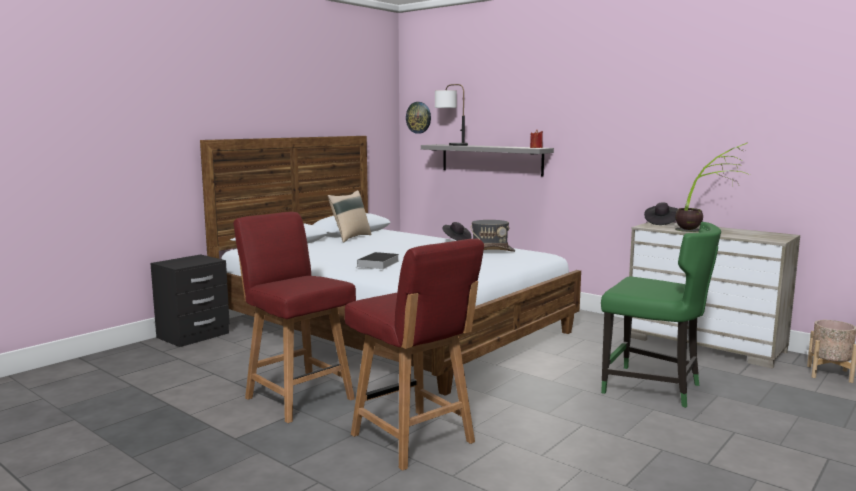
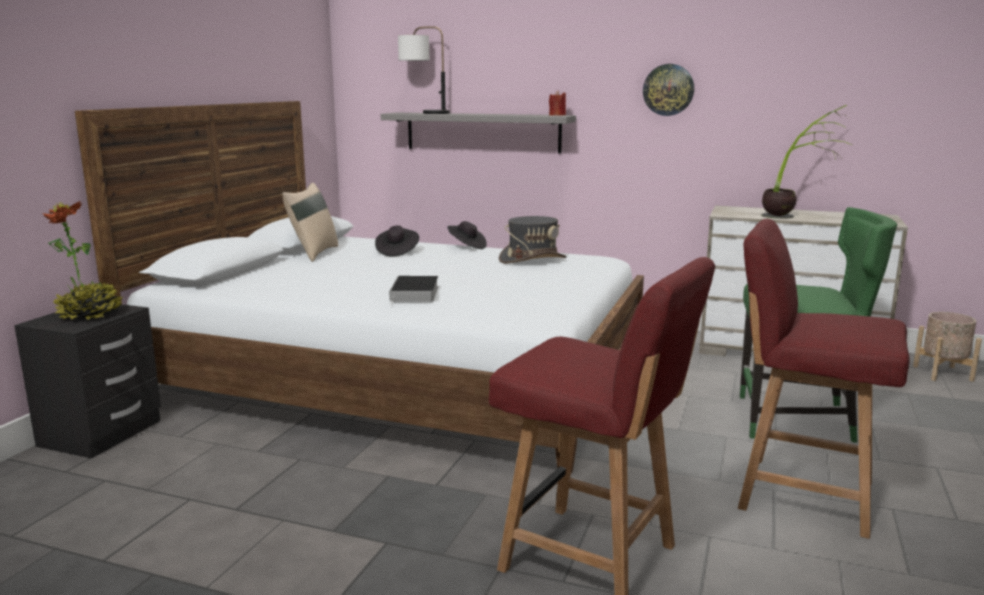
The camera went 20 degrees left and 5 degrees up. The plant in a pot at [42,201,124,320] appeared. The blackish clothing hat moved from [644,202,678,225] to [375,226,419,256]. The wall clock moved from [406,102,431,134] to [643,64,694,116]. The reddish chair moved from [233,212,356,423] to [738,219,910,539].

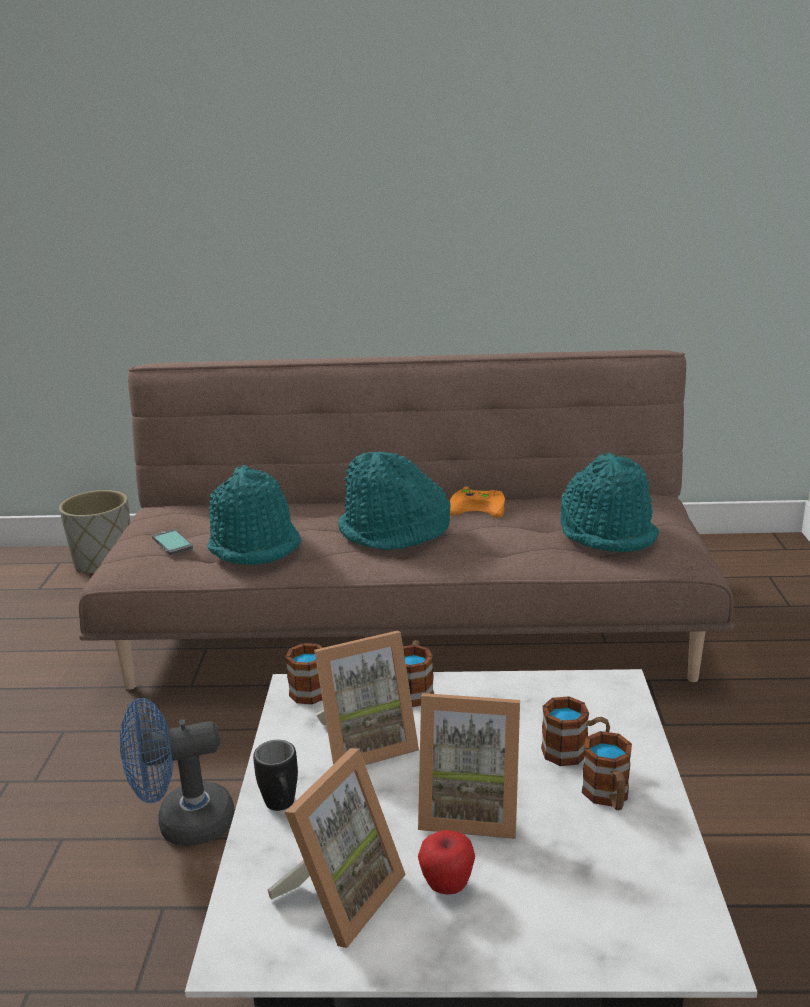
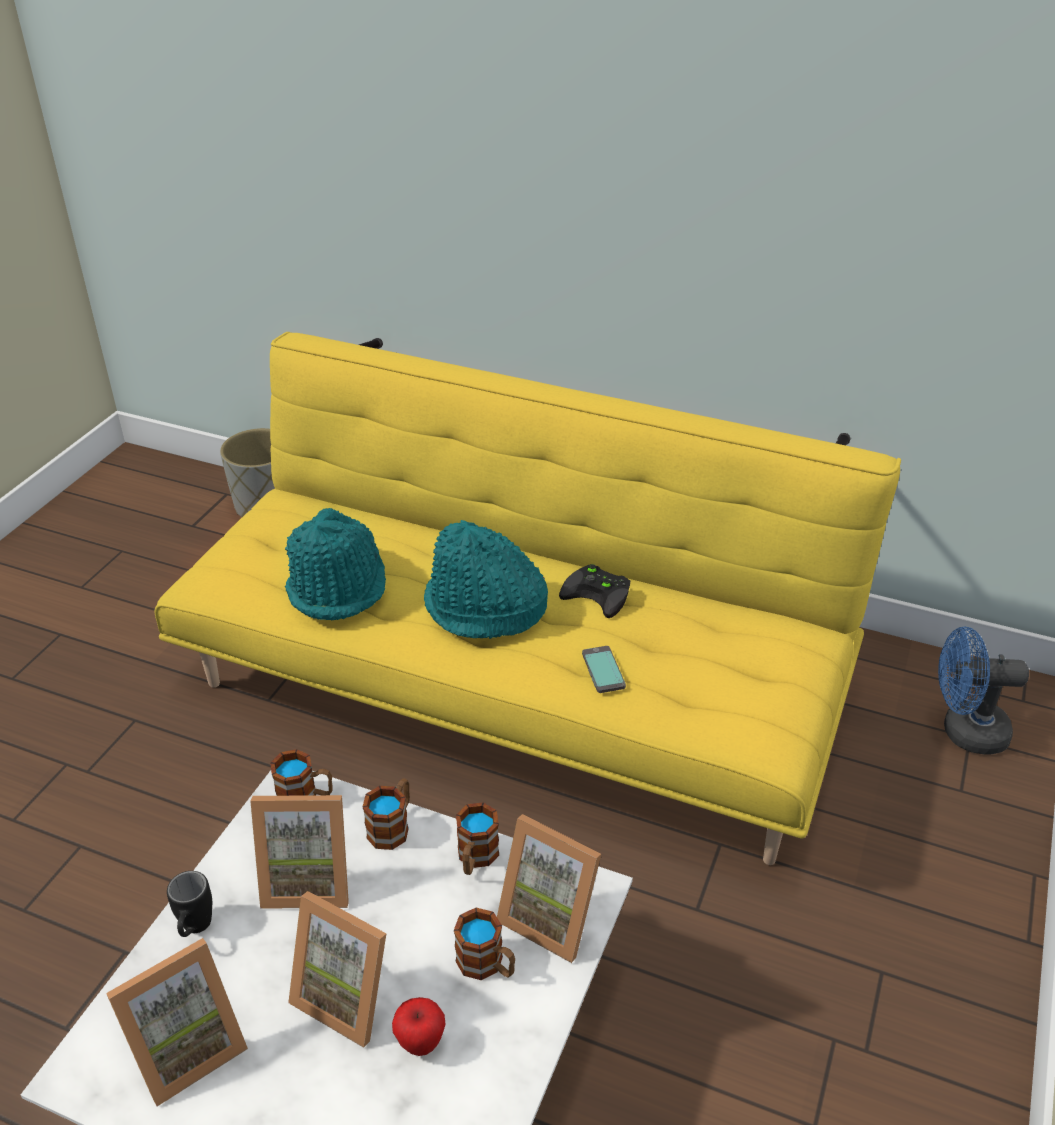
The camera went 20 degrees right and 15 degrees up. The brownish sofa at [79,350,734,690] became the yellow-coloured sofa at [154,332,901,865]. The apple fruit moved from [418,830,475,895] to [392,997,446,1056]. The tea mug moved from [582,731,632,810] to [456,802,499,875]. The standing frame at [497,814,601,963] appeared. The orange gamepad at [450,487,505,518] became the blackish gamepad at [559,564,630,618]. The telephone moved from [152,529,193,555] to [582,646,626,693]. The blue-coloured cooling fan moved from [120,698,235,846] to [938,627,1029,754]. The turquoise-coloured clothing hat at [560,452,659,552] disappeared.

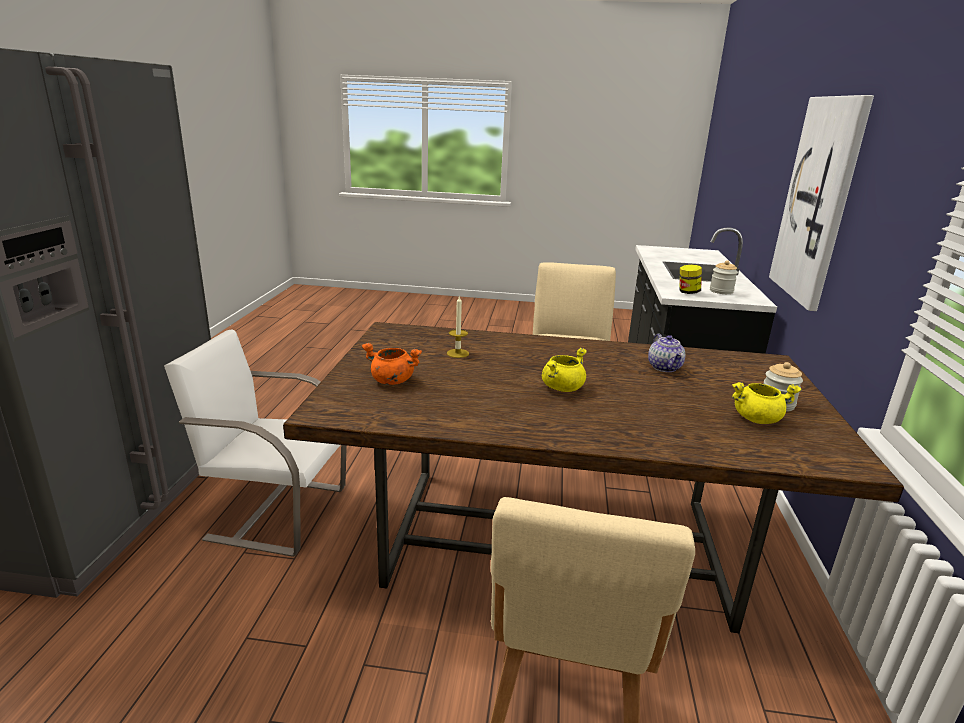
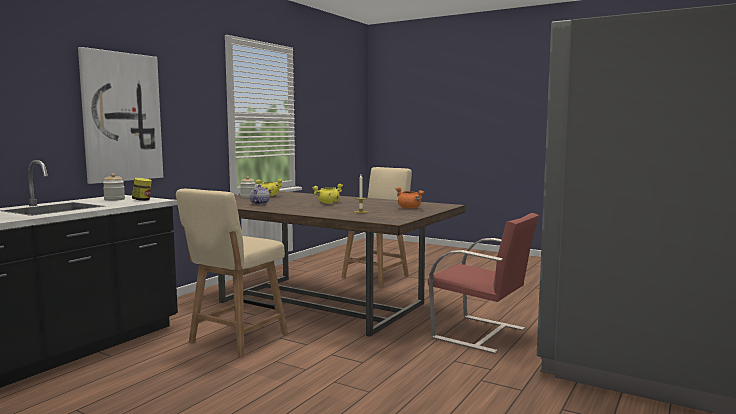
The camera went 155 degrees left and 15 degrees down. The whitish chair at [164,329,347,557] became the reddish chair at [428,213,539,354].

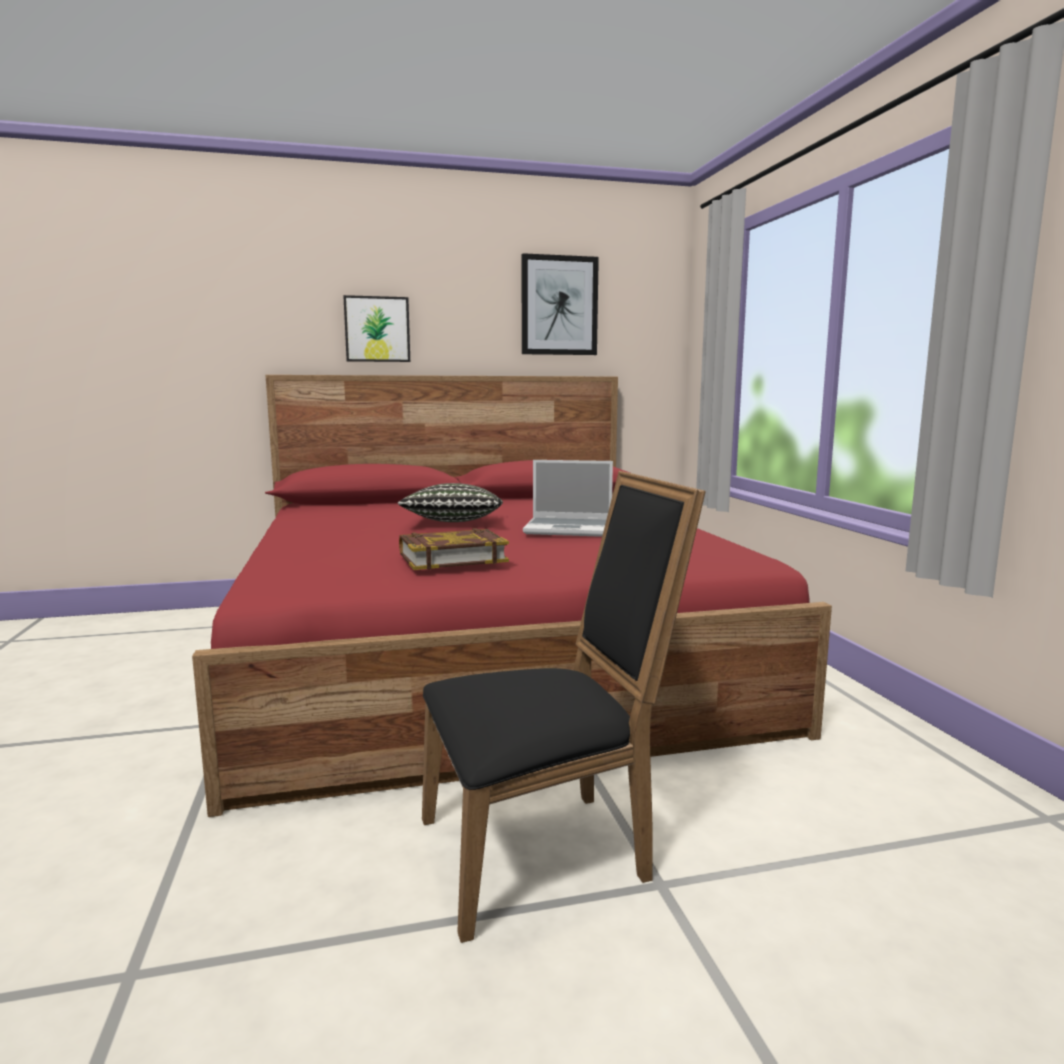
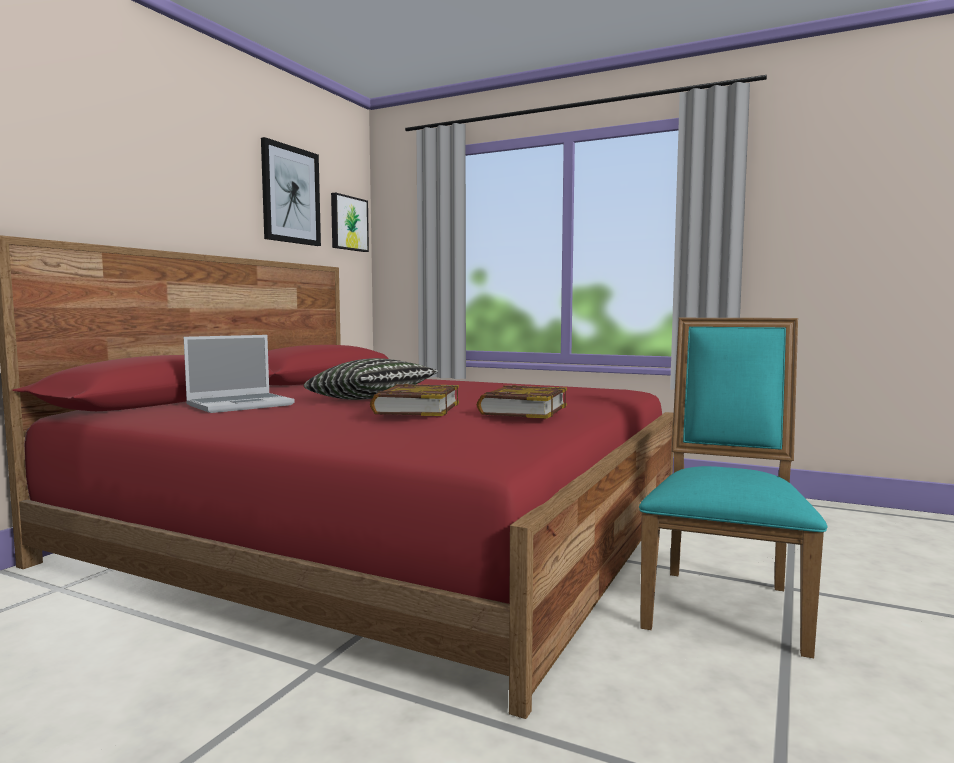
The camera went 50 degrees left and 5 degrees down. The laptop moved from [523,460,613,537] to [184,335,295,413]. The picture moved from [343,295,410,362] to [331,192,369,252]. The bound book at [370,384,459,416] appeared. The blackish chair at [422,471,706,943] became the turquoise-coloured chair at [639,318,828,658].

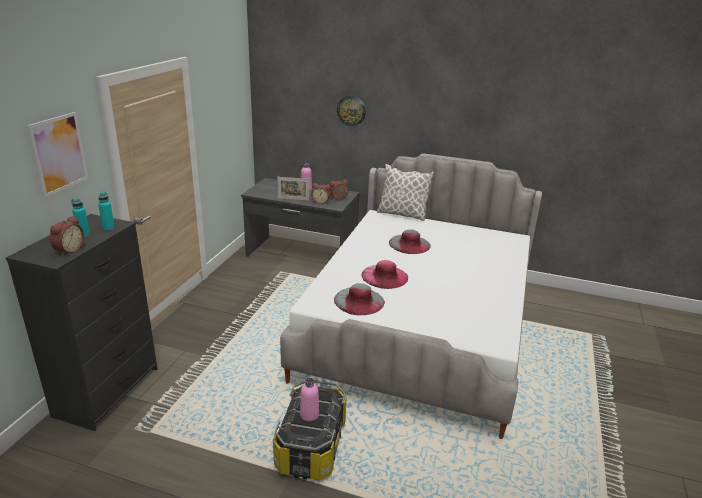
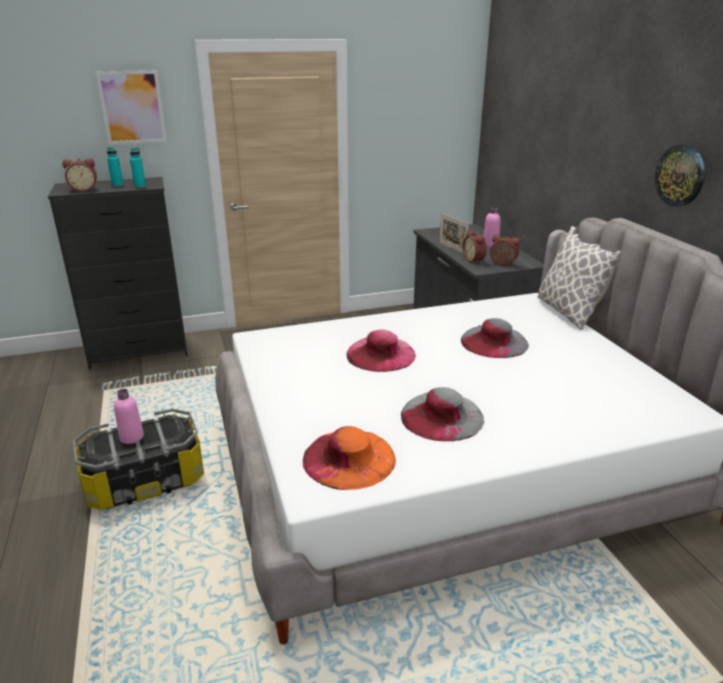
The camera went 55 degrees right and 0 degrees up. The orange clothing hat at [303,426,396,490] appeared. The gray clothing hat moved from [334,283,385,315] to [401,387,485,441]. The wall clock moved from [337,95,366,126] to [655,145,705,206].

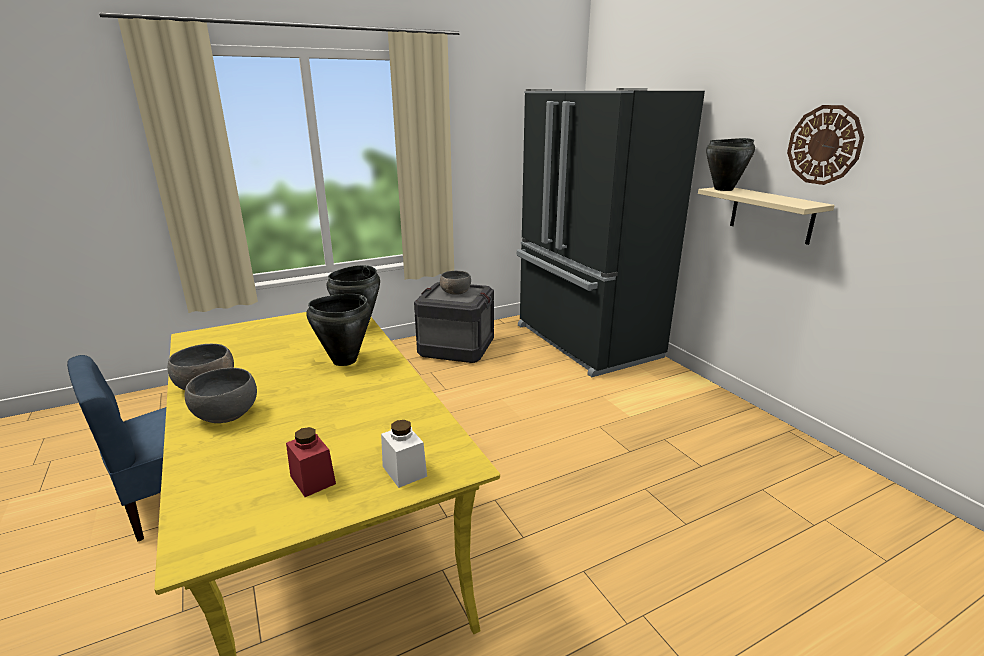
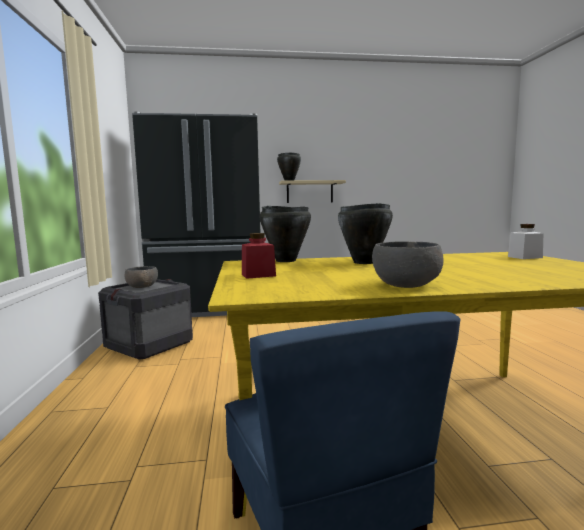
The camera went 70 degrees left and 15 degrees down. The reddish jar moved from [286,427,336,497] to [242,233,276,279]. The gray deep dish at [184,368,257,423] disappeared. The wall clock at [787,105,864,185] disappeared.

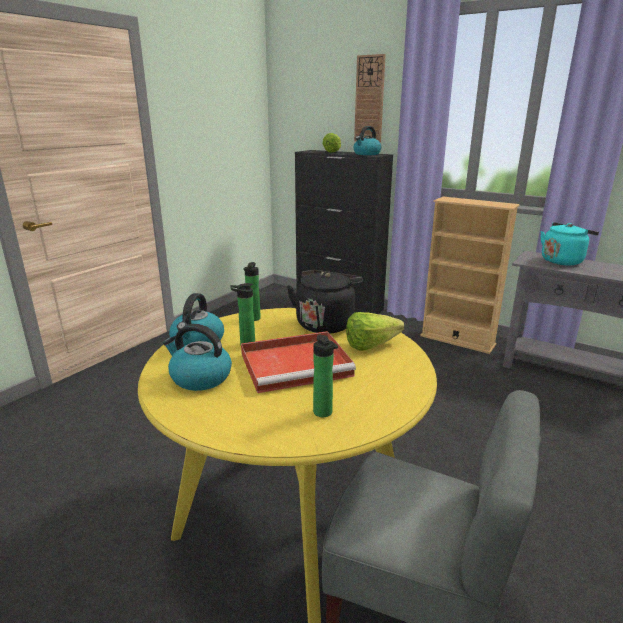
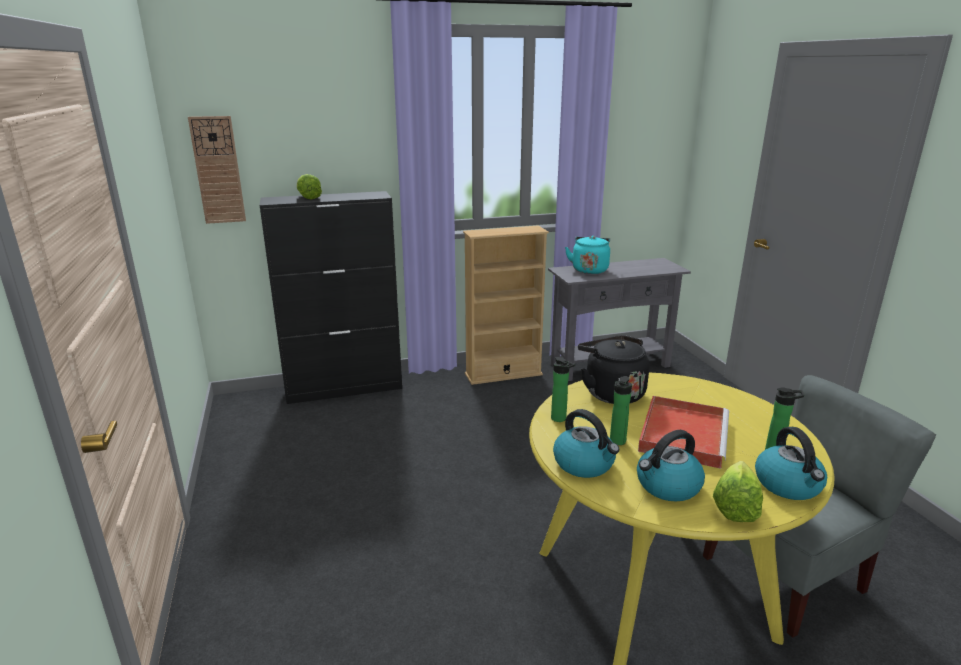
The camera went 50 degrees left and 0 degrees up. The wall clock moved from [354,54,386,142] to [188,116,246,224]. The head of lettuce moved from [346,312,404,351] to [713,461,763,522]. The kettle moved from [353,126,381,155] to [755,427,827,500].

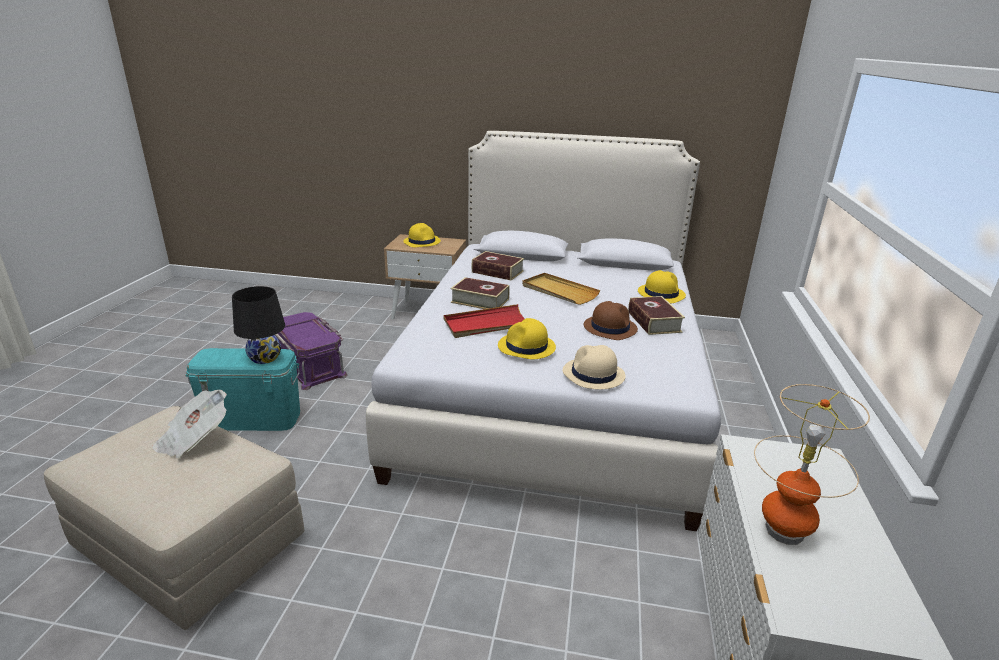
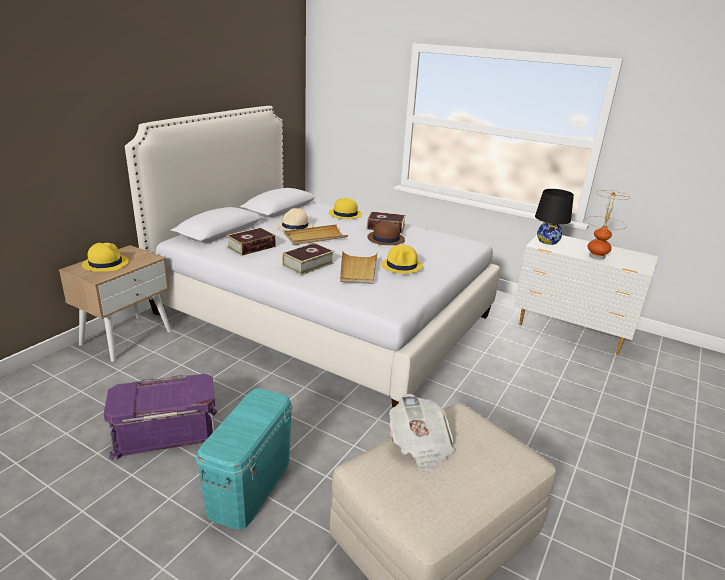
The camera went 70 degrees left and 0 degrees up. The beige clothing hat moved from [563,345,625,390] to [277,208,313,231]. The reddish carrying tray at [444,304,524,338] became the beige carrying tray at [340,251,377,284]. The blackish table lamp moved from [232,286,285,364] to [535,189,574,245].

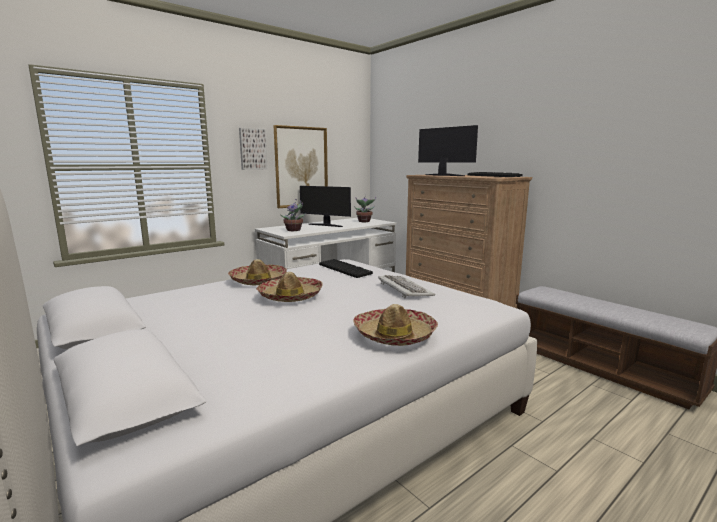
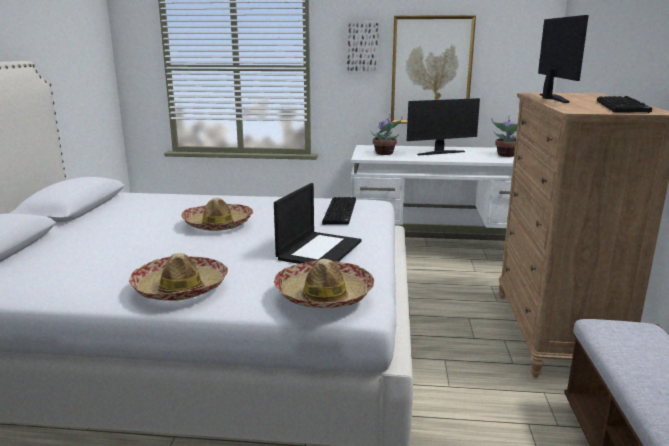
The camera went 45 degrees right and 5 degrees up. The computer keyboard at [378,275,435,298] was replaced by the laptop at [274,183,361,264]. The clothing hat moved from [228,259,287,285] to [274,259,374,308]. The computer screen at [300,186,351,227] turned 90 degrees counterclockwise.

